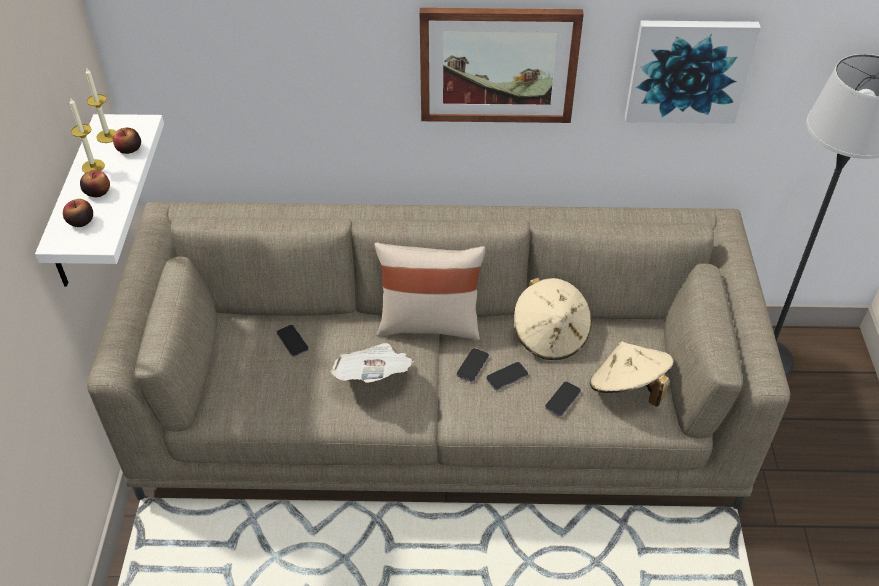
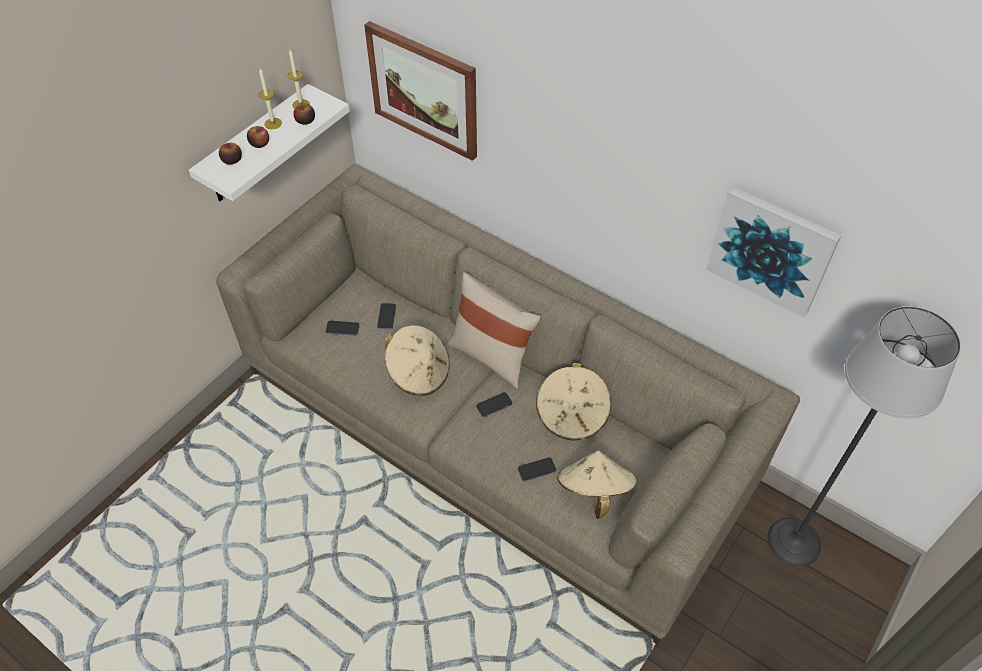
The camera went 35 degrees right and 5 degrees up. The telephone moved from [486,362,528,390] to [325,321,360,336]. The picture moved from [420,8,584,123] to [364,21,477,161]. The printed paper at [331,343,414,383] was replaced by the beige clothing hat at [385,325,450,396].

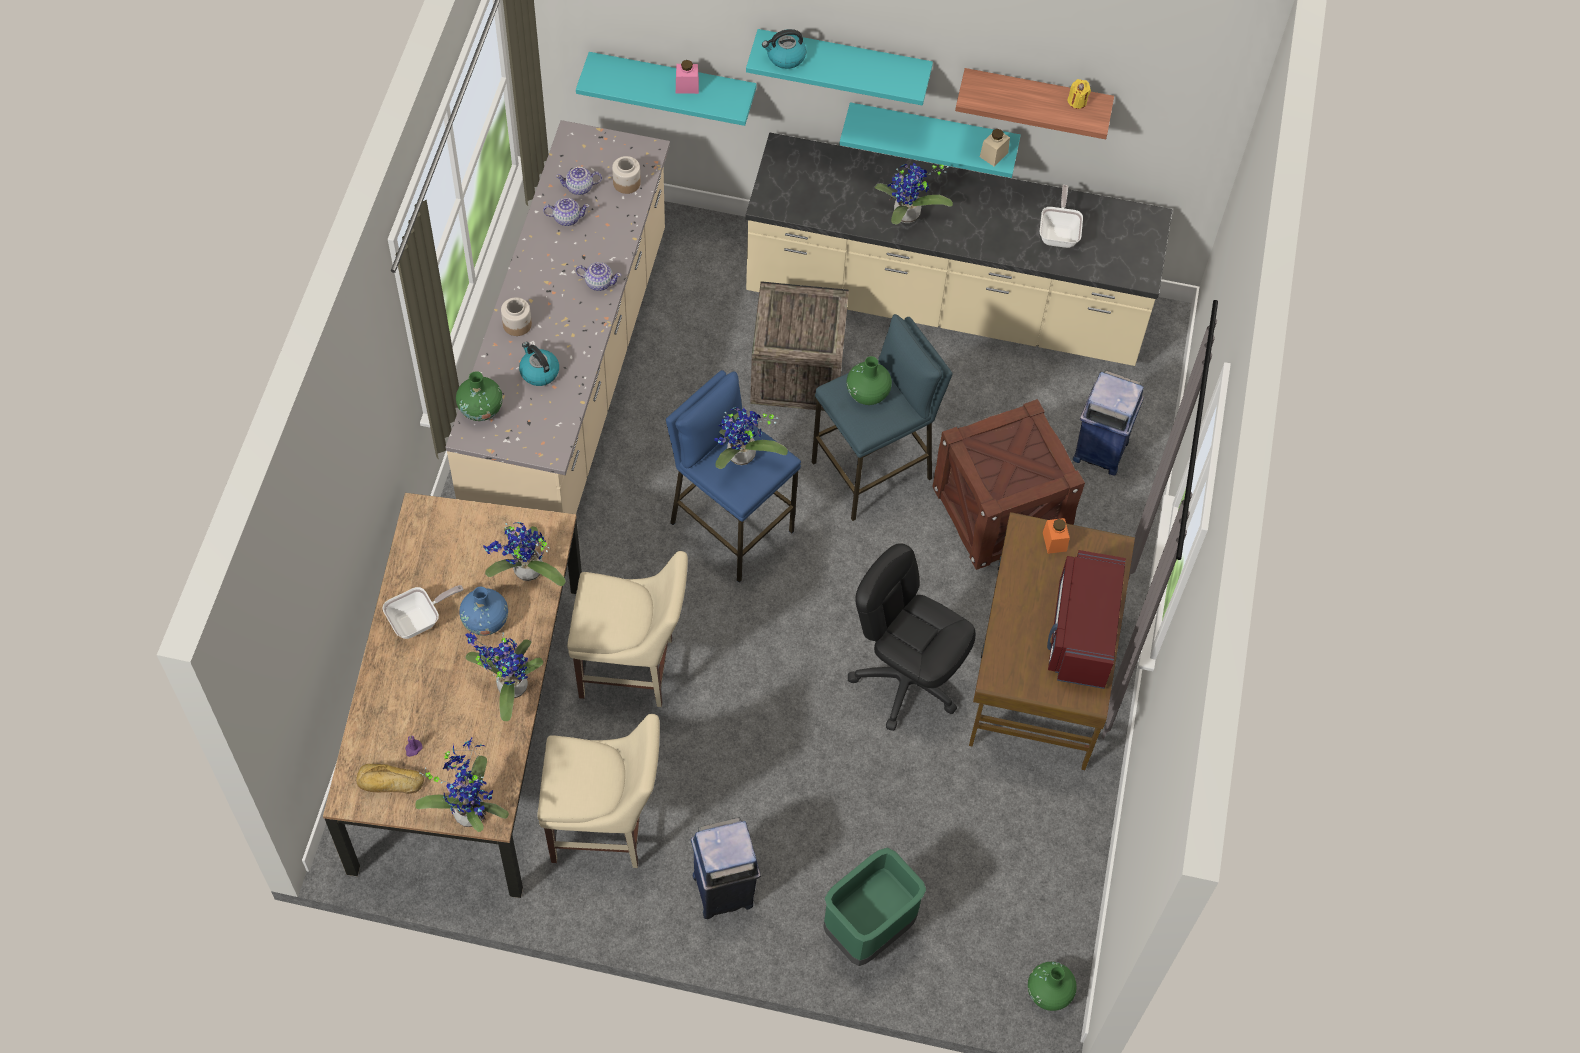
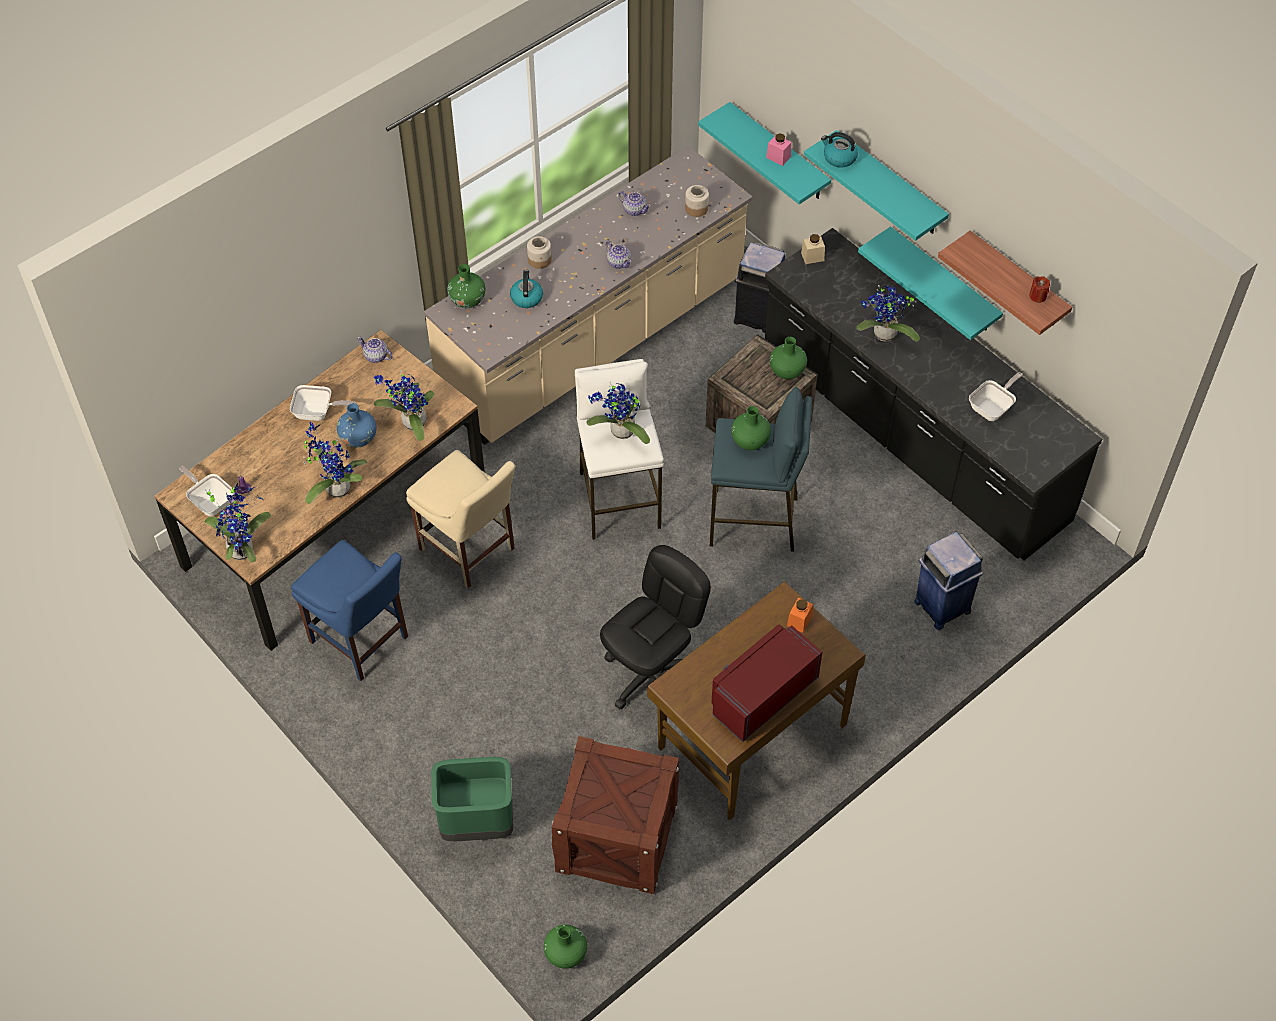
The camera went 40 degrees right and 5 degrees down. The baked bread at [356,764,424,794] was replaced by the pan at [179,466,235,516]. The beige chair at [537,714,660,868] became the blue-coloured chair at [291,540,408,681]. The teapot moved from [556,167,602,195] to [357,337,393,363]. The packing crate moved from [932,399,1085,570] to [552,736,679,894]. The blue-coloured stool at [666,370,801,583] became the whitish stool at [575,359,664,540]. The blackish office chair at [848,543,976,731] turned 60 degrees clockwise. The blue-coloured waste bin moved from [691,818,761,919] to [733,242,786,333]. The beige kitchen base unit at [746,133,1172,366] became the blackish kitchen base unit at [765,228,1102,561]. The greenish vase at [770,337,807,379] appeared. The beige jar moved from [980,129,1010,166] to [801,234,825,264]. The yellow-coloured candle at [1067,79,1091,109] became the reddish candle at [1029,276,1050,303].

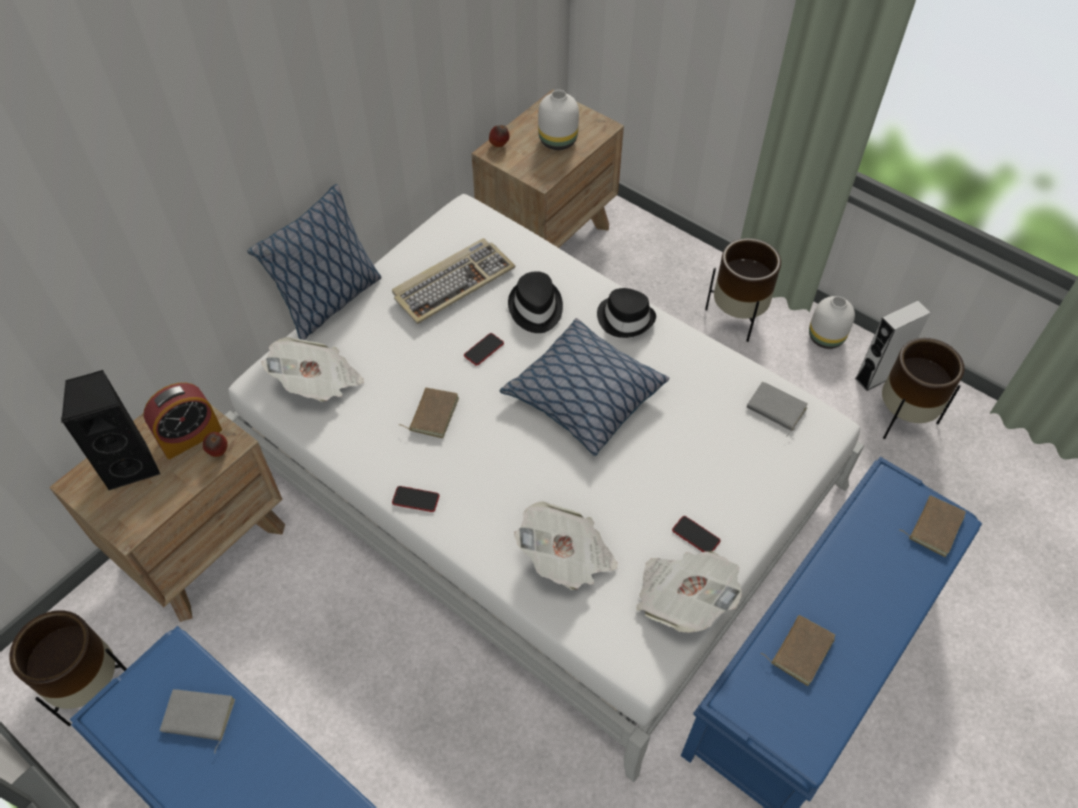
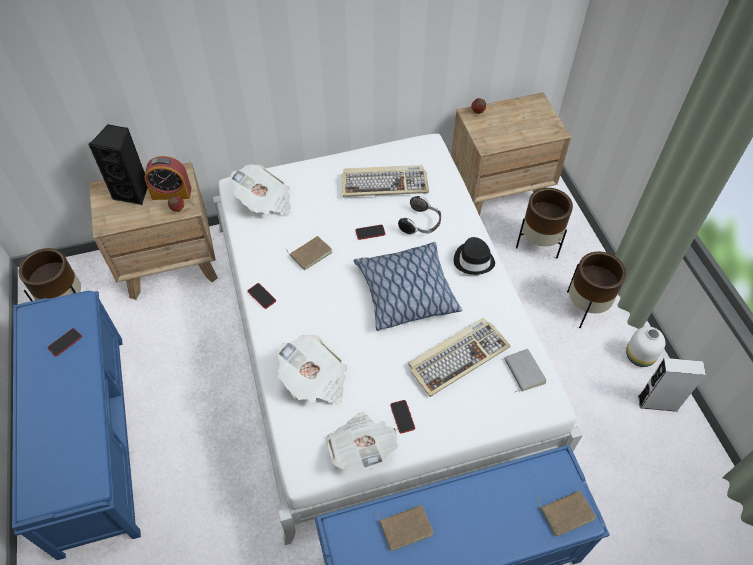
The camera went 35 degrees right and 0 degrees up. The gray bound book at [160,689,235,753] was replaced by the telephone at [47,328,82,356]. The blackish clothing hat at [508,271,563,333] was replaced by the headphones at [398,196,441,235]. The computer keyboard at [408,318,511,397] appeared. The brownish flower pot moved from [882,338,964,439] to [516,188,573,258]. The pillow at [247,184,382,340] disappeared. The whitish vase at [538,90,579,150] disappeared.

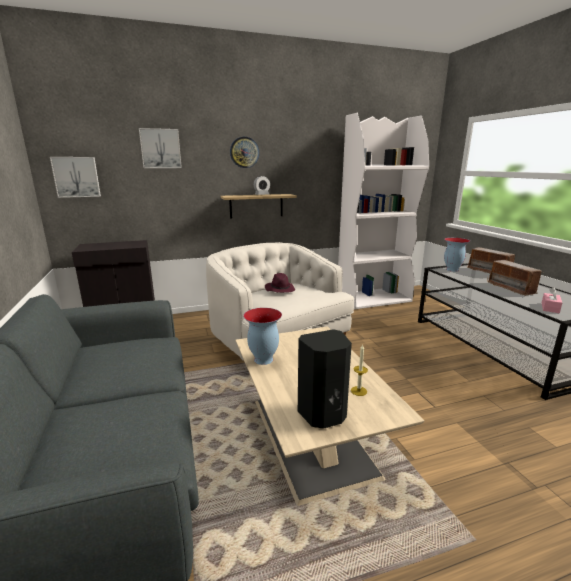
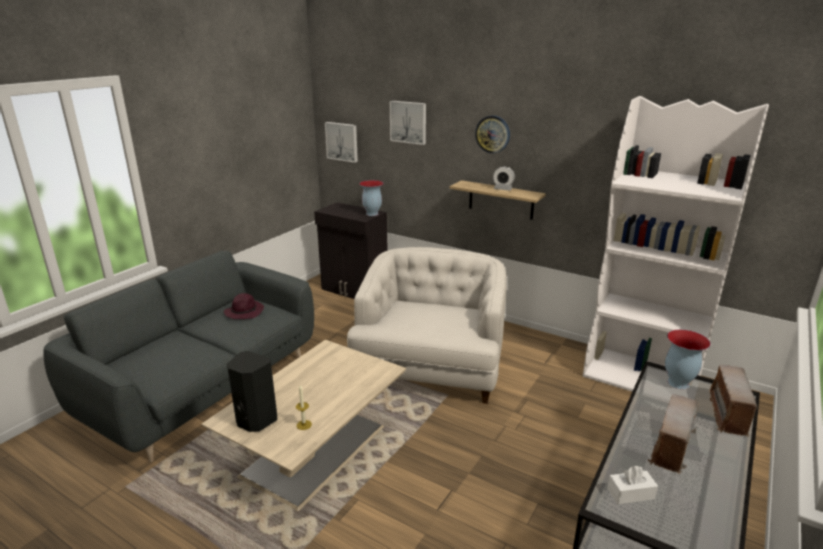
The camera went 50 degrees right and 5 degrees up. The purplish clothing hat moved from [265,273,295,293] to [224,293,264,319]. The vase moved from [243,308,282,365] to [359,180,384,216]. The pink-coloured tissue holder at [542,287,562,313] became the whitish tissue holder at [607,466,658,504].

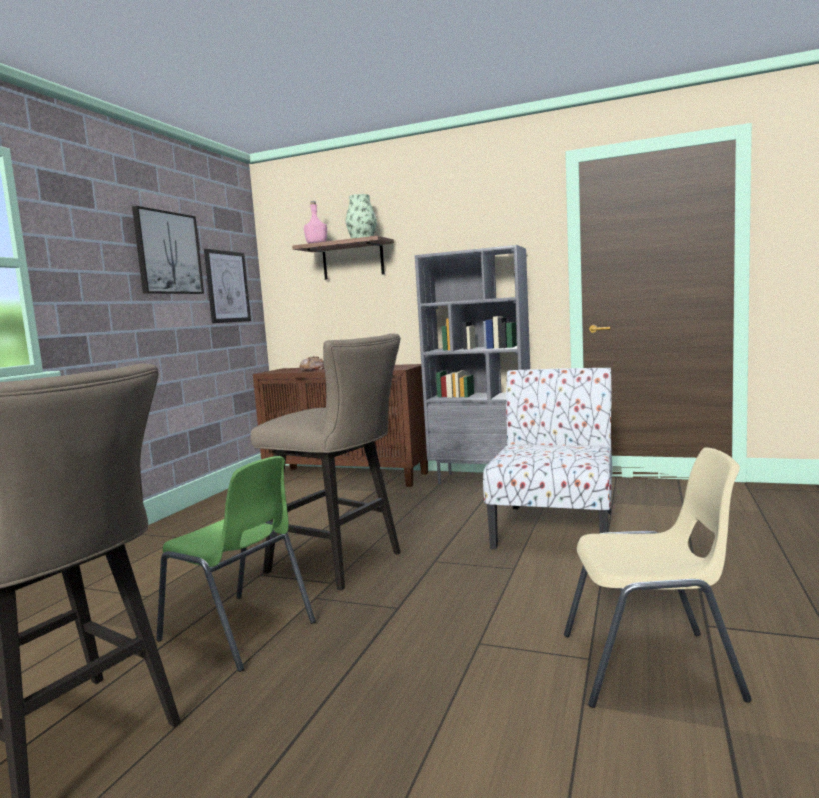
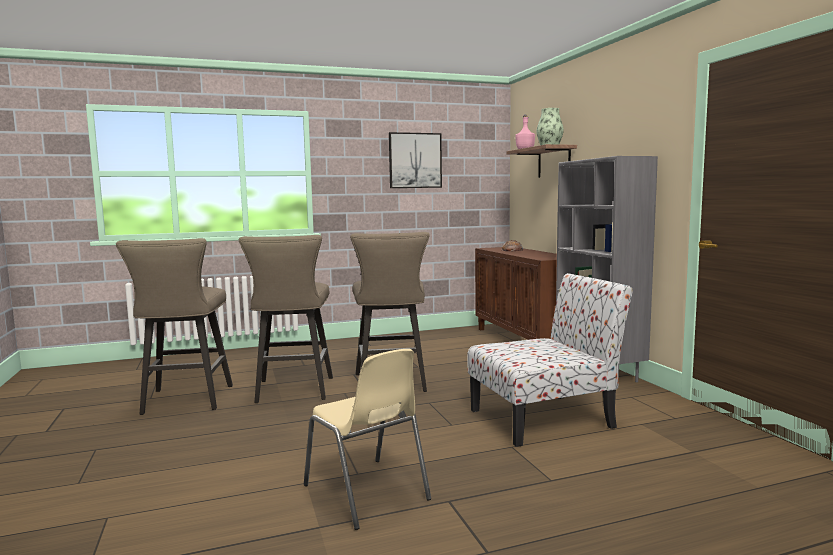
The camera went 50 degrees right and 0 degrees up. The greenish chair at [156,456,316,672] was replaced by the beige stool at [239,235,333,403]. The picture at [204,249,251,323] disappeared.

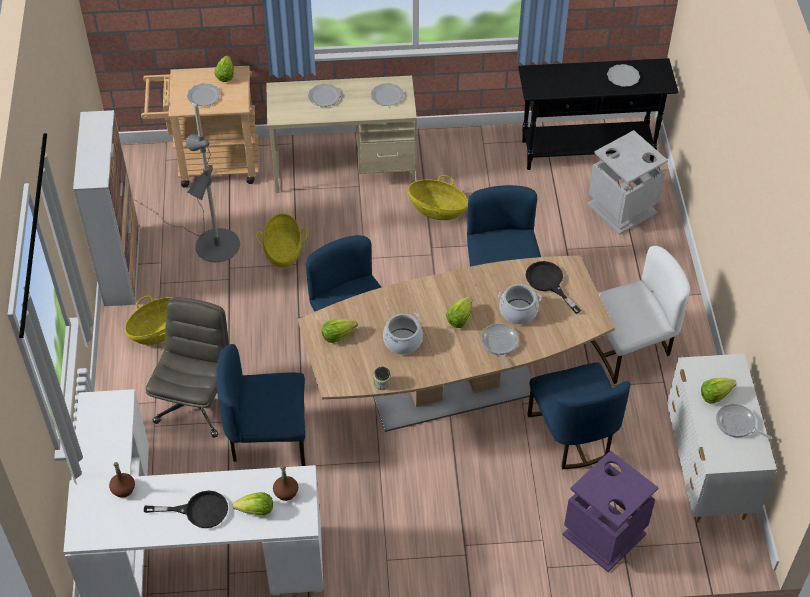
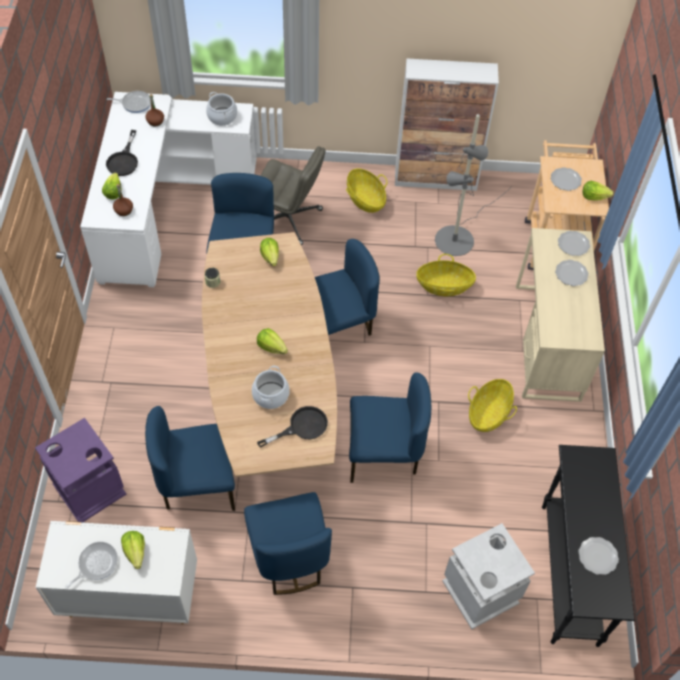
The camera went 95 degrees right and 5 degrees up. The pan moved from [481,324,519,369] to [107,91,151,113]. The cooking pot moved from [383,313,423,355] to [206,92,237,125]. The whitish chair at [591,246,690,384] became the blue-coloured chair at [244,492,332,595]. The plate moved from [371,83,404,106] to [558,231,590,256].

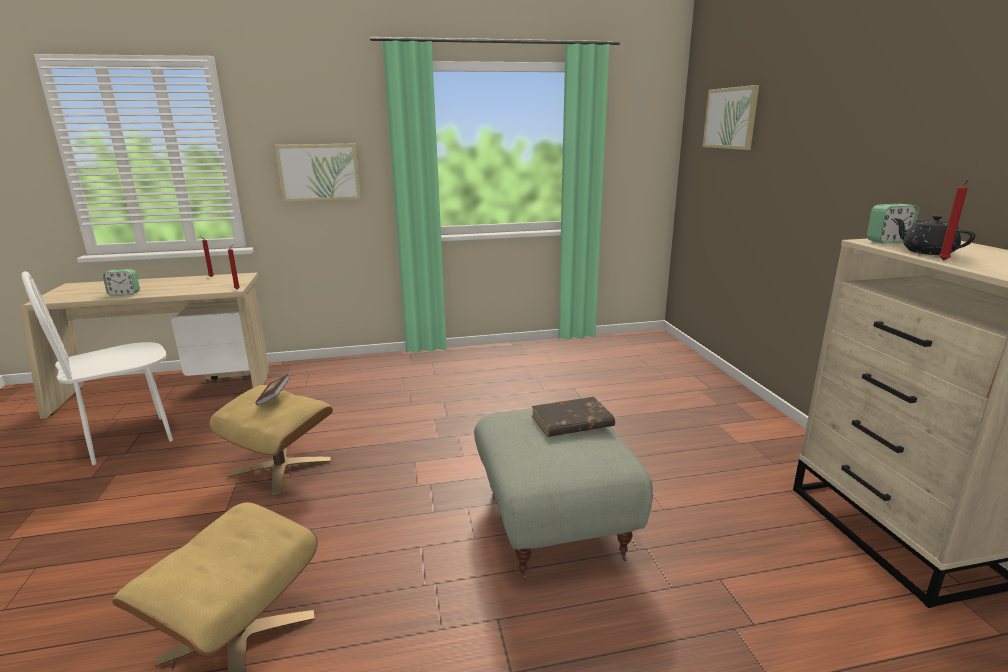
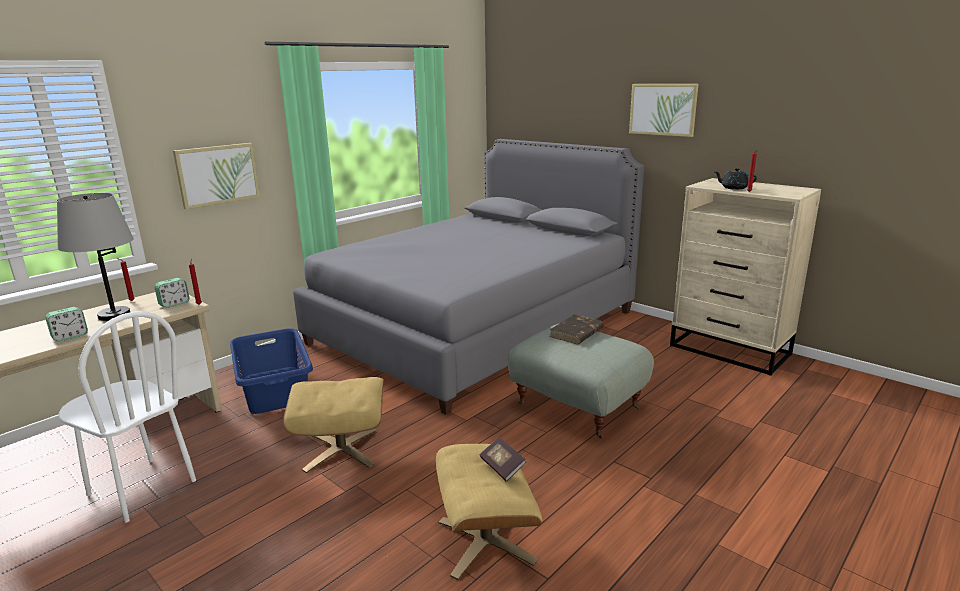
The camera went 35 degrees left and 0 degrees up. The gray table lamp at [57,193,134,321] appeared. The whitish chair at [21,271,173,465] turned 75 degrees counterclockwise. The table clock moved from [867,204,919,244] to [154,278,190,308]. The blue-coloured laundry basket at [230,328,313,414] appeared. The gray bed at [293,139,644,415] appeared. The bound book moved from [256,374,290,406] to [480,437,526,482]. The picture moved from [703,85,759,150] to [629,84,698,137].

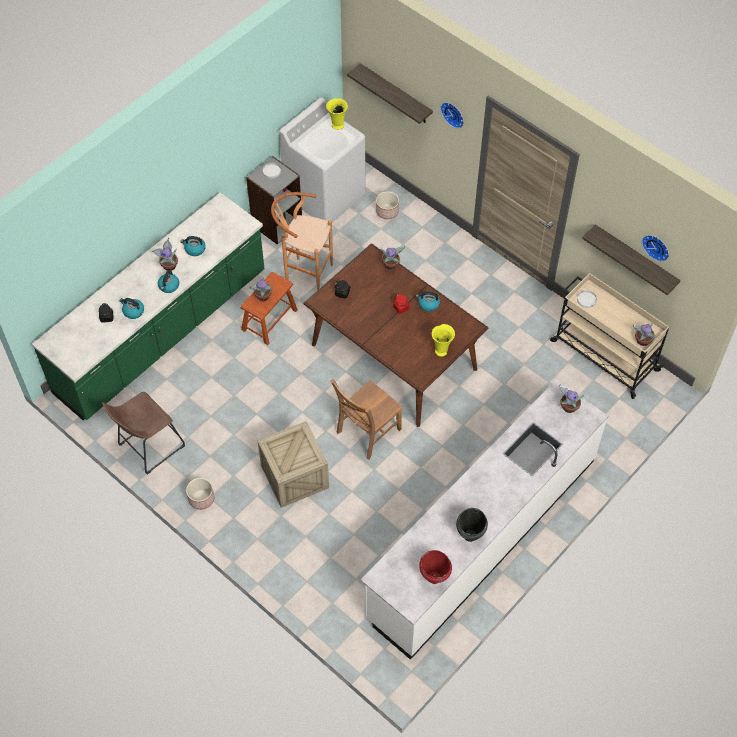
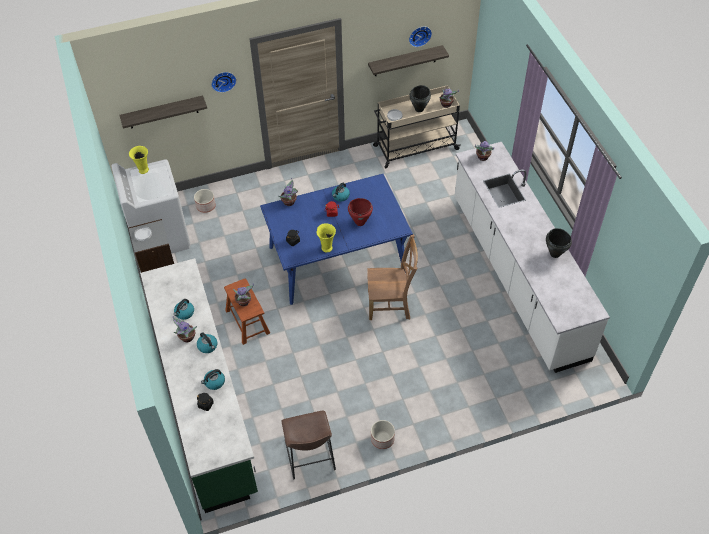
The camera went 60 degrees left and 5 degrees down. The brownish dinner table at [303,243,488,427] became the blue-coloured dinner table at [260,174,413,305]. The yellow-coloured vase moved from [432,324,455,356] to [316,223,336,253]. The reddish cooking pot moved from [419,550,452,584] to [348,198,373,226]. The brownish chair at [330,379,403,460] turned 75 degrees counterclockwise. The blackish cooking pot at [409,85,431,112] appeared. The packing crate at [257,421,329,508] disappeared. The brownish stool at [271,192,333,290] disappeared.

